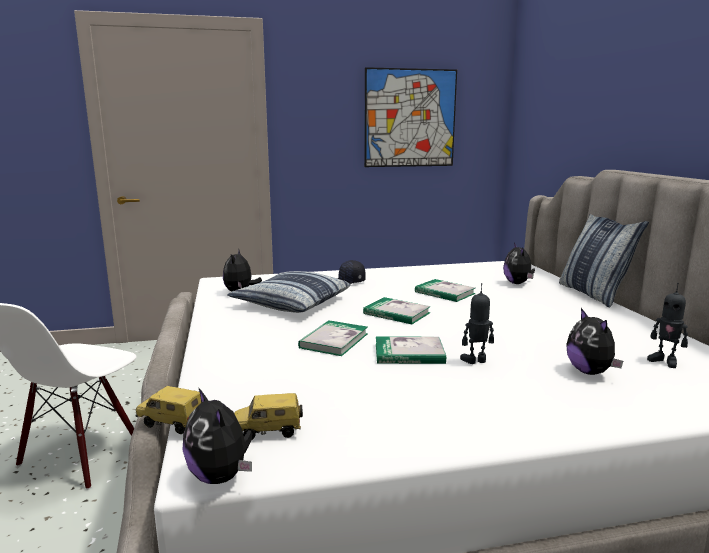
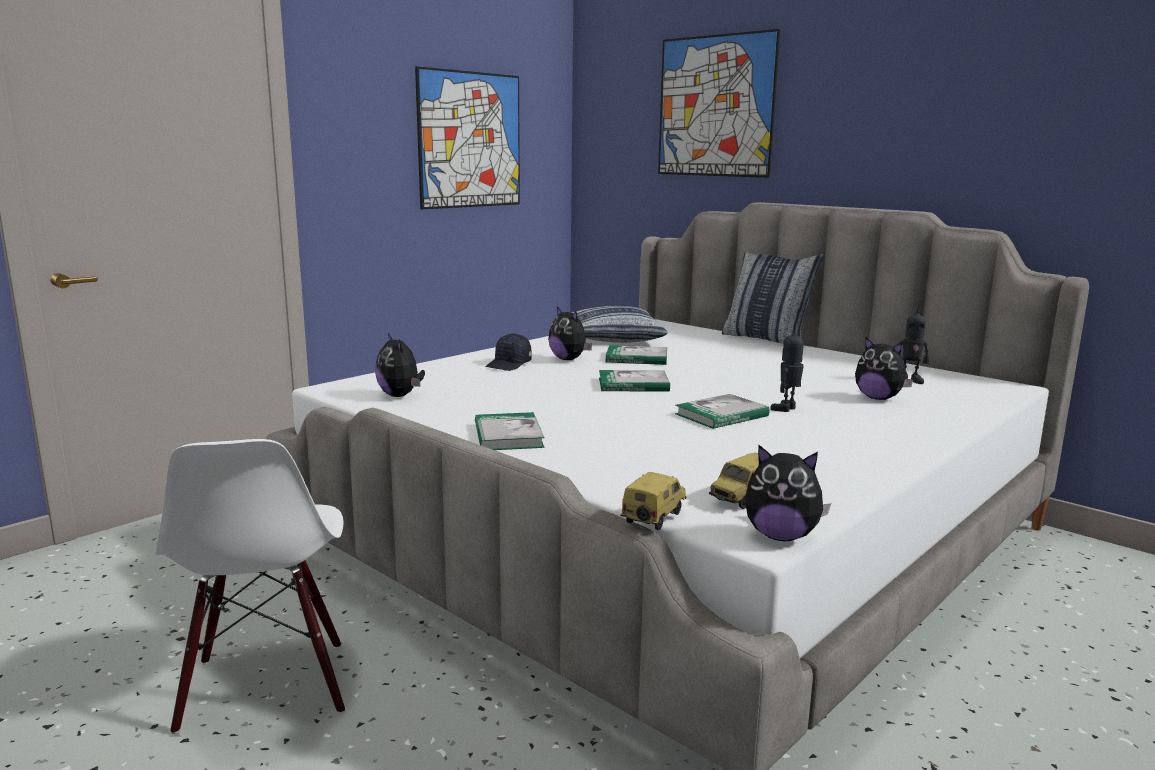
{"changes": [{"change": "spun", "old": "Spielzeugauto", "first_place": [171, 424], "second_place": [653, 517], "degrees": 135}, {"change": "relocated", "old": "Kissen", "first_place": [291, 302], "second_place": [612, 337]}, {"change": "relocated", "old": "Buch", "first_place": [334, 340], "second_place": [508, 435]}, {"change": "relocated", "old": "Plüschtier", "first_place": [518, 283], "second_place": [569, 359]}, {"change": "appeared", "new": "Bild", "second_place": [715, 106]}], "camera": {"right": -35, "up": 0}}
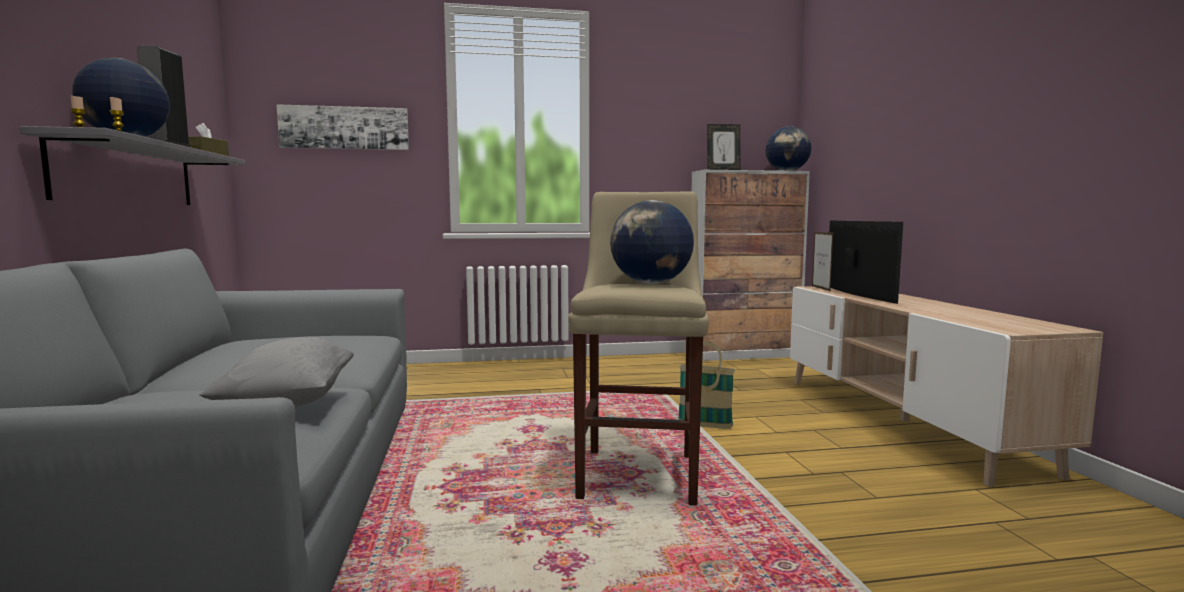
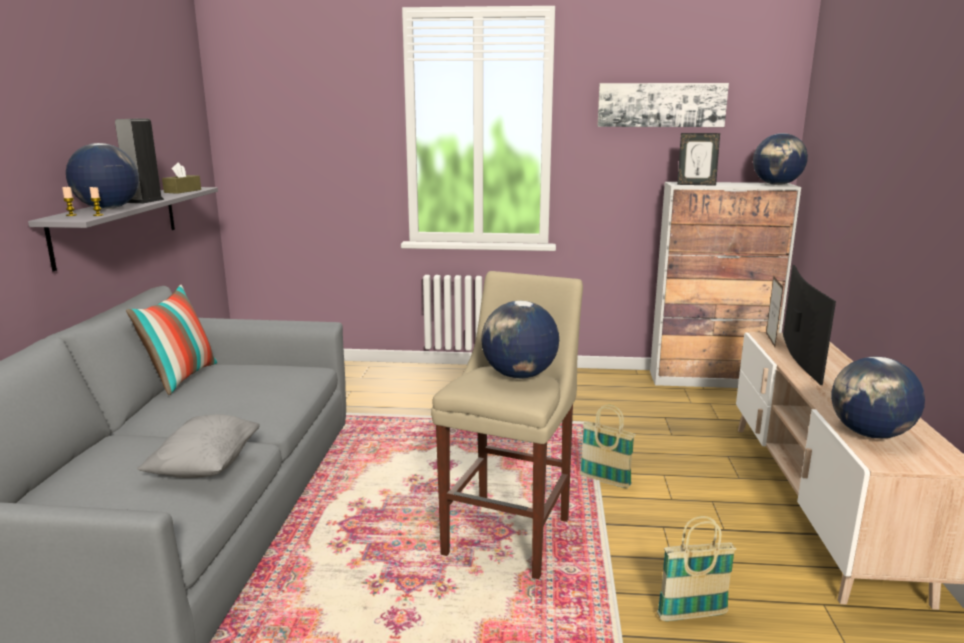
{"changes": [{"change": "relocated", "old": "Bild", "first_place": [345, 128], "second_place": [661, 105]}, {"change": "appeared", "new": "Kissen", "second_place": [181, 378]}, {"change": "appeared", "new": "Korb", "second_place": [692, 615]}, {"change": "appeared", "new": "Globus", "second_place": [869, 434]}], "camera": {"right": 15, "up": 10}}
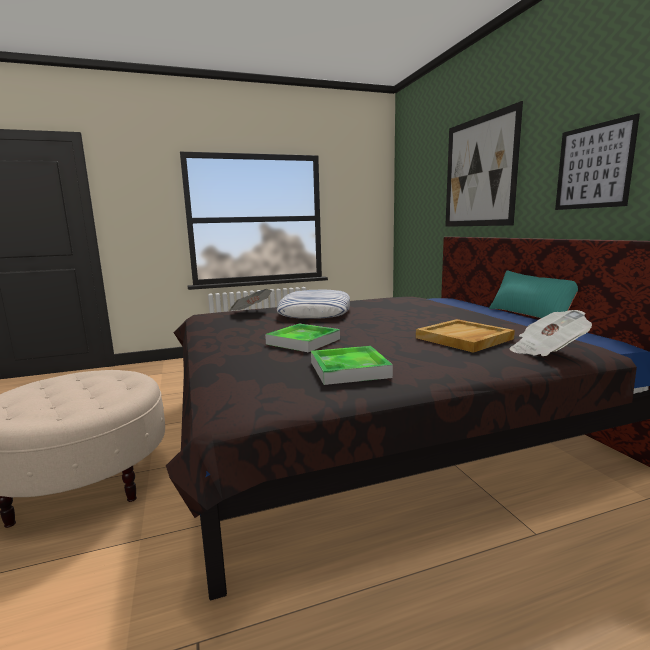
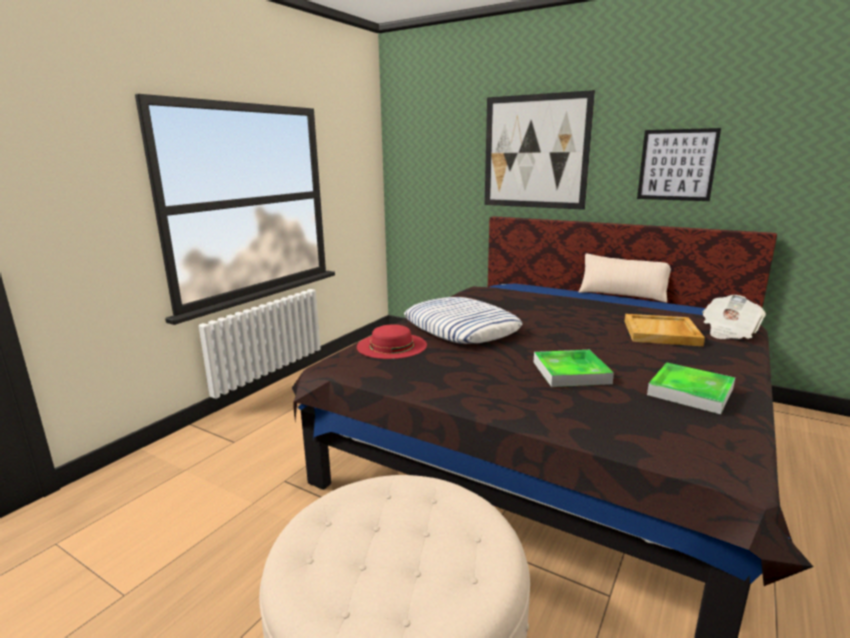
{"changes": [{"change": "exchanged", "old": "Zeitung", "new": "Hut/rot", "first_place": [251, 312], "second_place": [391, 345]}, {"change": "colour", "old": "Kissen/türkis", "new": "Kissen/beige", "first_place": [530, 315], "second_place": [622, 295]}], "camera": {"right": -40, "up": 5}}
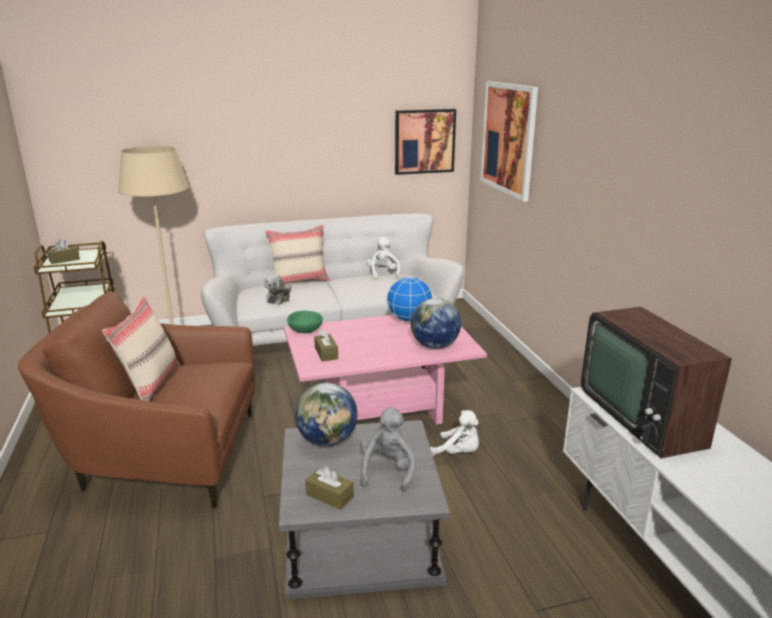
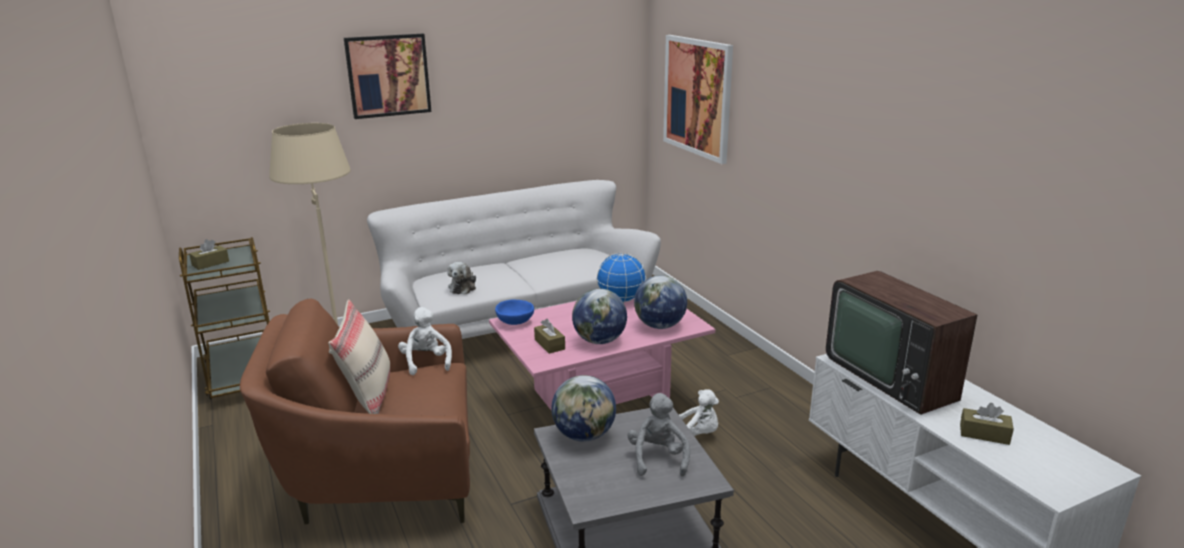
{"changes": [{"change": "missing", "old": "Kissen/beige", "first_place": [300, 281]}, {"change": "colour", "old": "Schüssel/grün", "new": "Schüssel/blau", "first_place": [305, 331], "second_place": [515, 322]}, {"change": "relocated", "old": "Taschentuchbox/braun", "first_place": [329, 496], "second_place": [984, 434]}, {"change": "relocated", "old": "Plüschtier/weiß", "first_place": [383, 274], "second_place": [426, 362]}, {"change": "relocated", "old": "Bild", "first_place": [424, 141], "second_place": [388, 75]}, {"change": "appeared", "new": "Globus", "second_place": [599, 341]}], "camera": {"right": -10, "up": 0}}
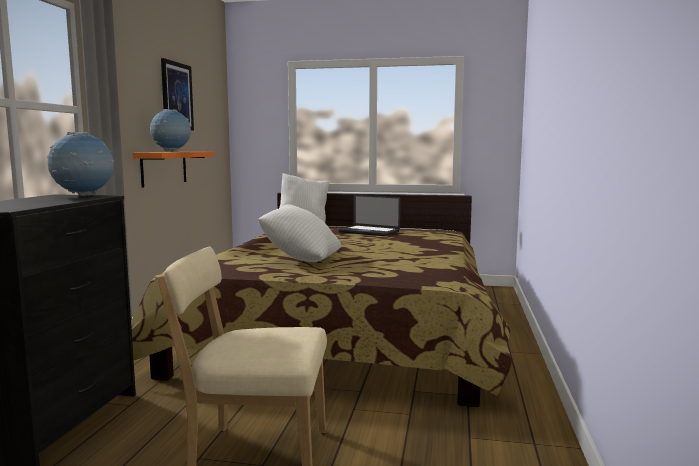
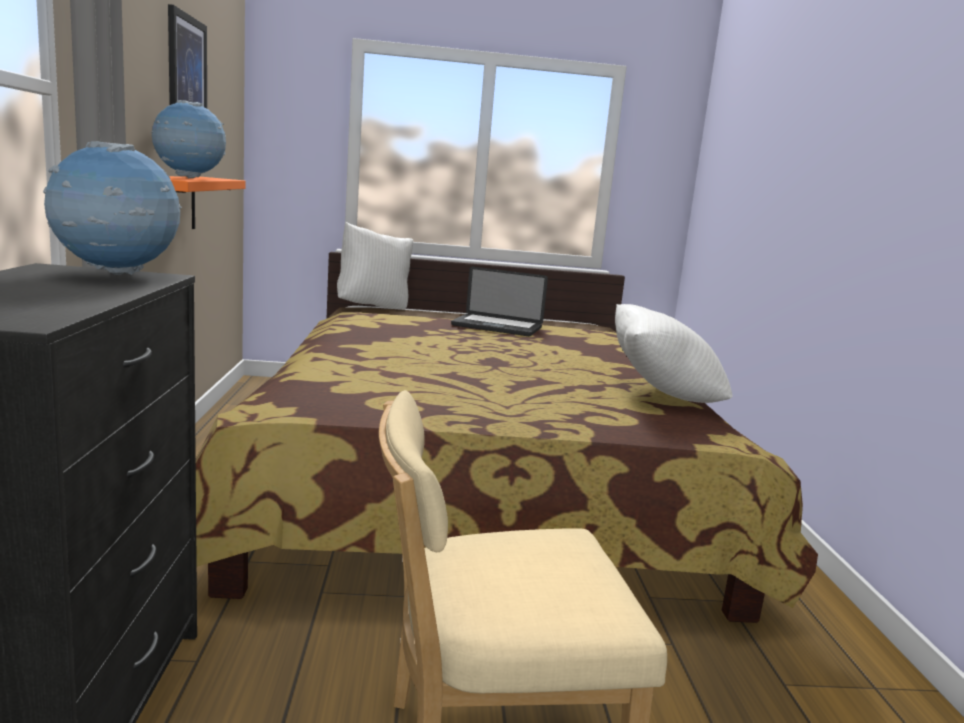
{"changes": [{"change": "relocated", "old": "Kissen/weiß", "first_place": [300, 259], "second_place": [662, 395]}], "camera": {"right": -15, "up": 5}}
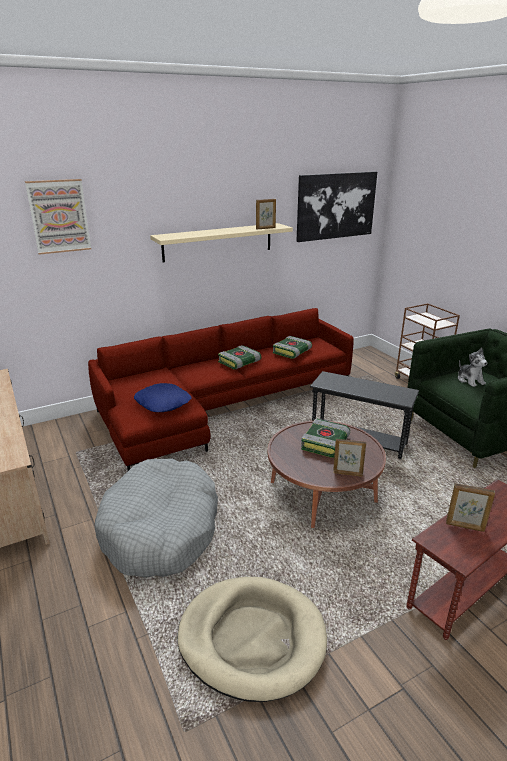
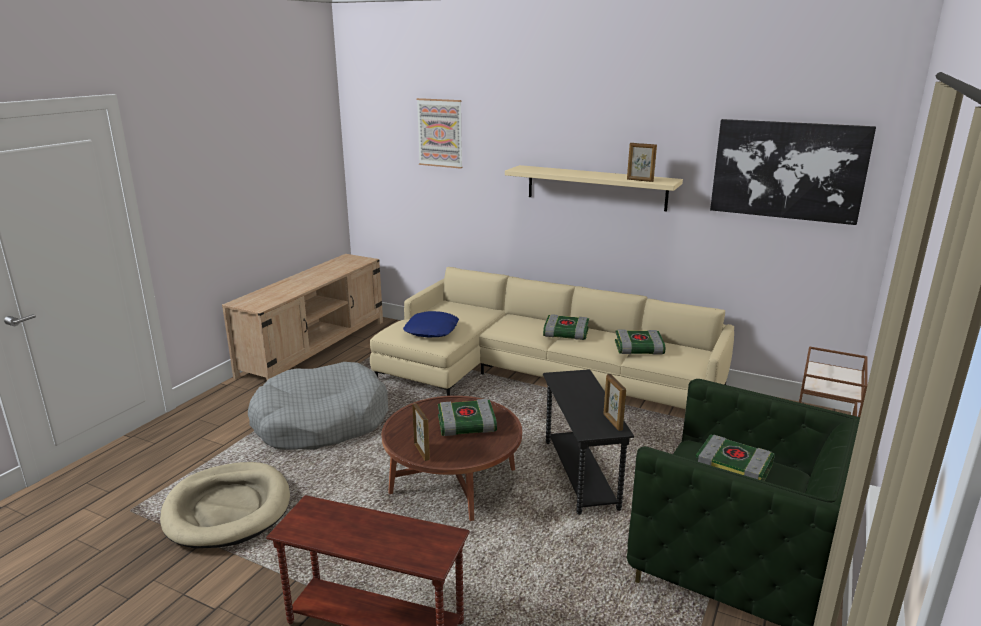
{"changes": [{"change": "colour", "old": "Sofa/rot", "new": "Sofa/beige", "first_place": [220, 404], "second_place": [538, 375]}, {"change": "relocated", "old": "Bilderrahmen", "first_place": [465, 527], "second_place": [612, 422]}, {"change": "exchanged", "old": "Plüschtier", "new": "Buch", "first_place": [470, 380], "second_place": [734, 468]}], "camera": {"right": 55, "up": -5}}
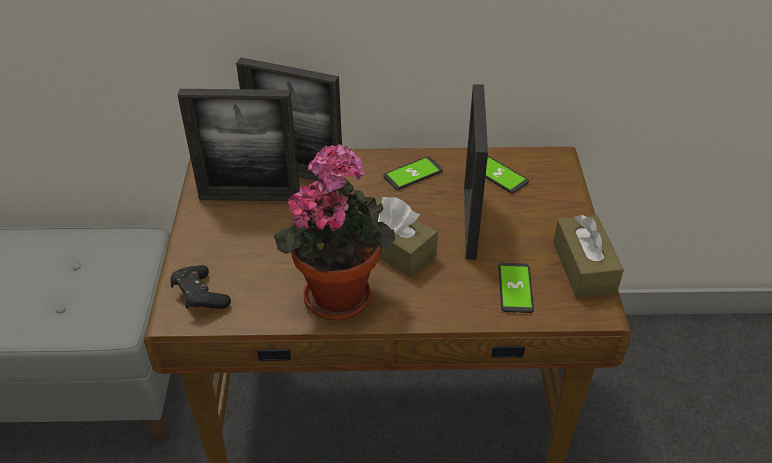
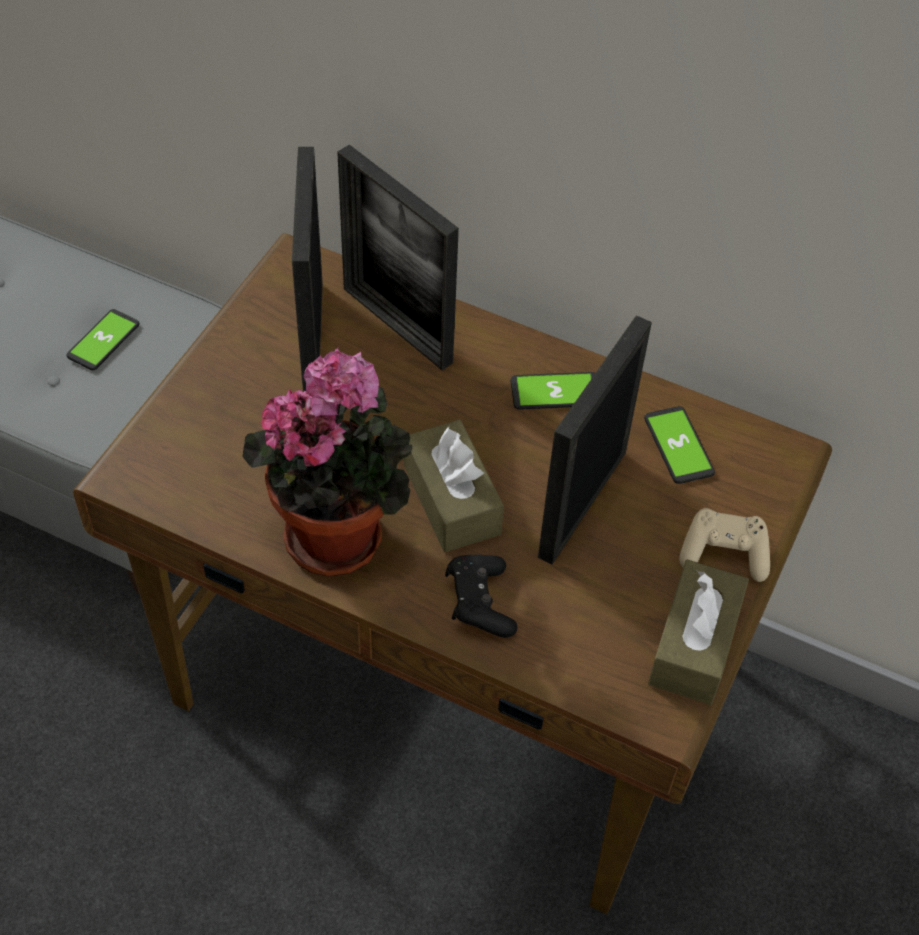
{"changes": [{"change": "relocated", "old": "Gamepad/schwarz", "first_place": [200, 297], "second_place": [479, 603]}, {"change": "spun", "old": "Bilderrahmen", "first_place": [249, 197], "second_place": [313, 338], "degrees": 60}, {"change": "relocated", "old": "Handy", "first_place": [515, 288], "second_place": [103, 341]}, {"change": "appeared", "new": "Gamepad/beige", "second_place": [724, 553]}], "camera": {"right": 25, "up": 10}}
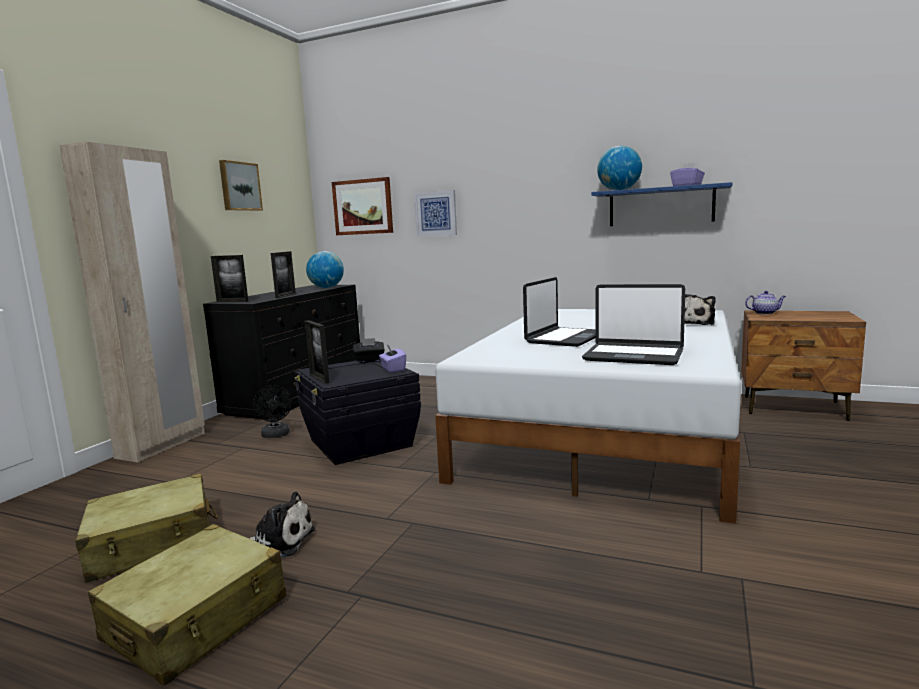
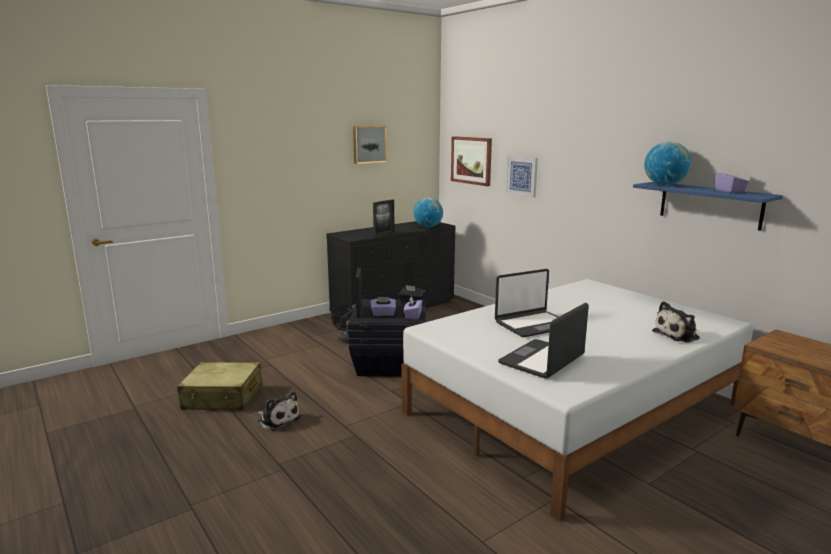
{"changes": [{"change": "missing", "old": "Kleiderschrank/beige", "first_place": [162, 445]}, {"change": "missing", "old": "Koffer/beige", "first_place": [197, 619]}, {"change": "missing", "old": "Bilderrahmen", "first_place": [232, 301]}, {"change": "spun", "old": "Laptop", "first_place": [633, 356], "second_place": [542, 360], "degrees": 75}, {"change": "missing", "old": "Teekanne", "first_place": [765, 313]}, {"change": "appeared", "new": "Taschentuchbox/lila", "second_place": [383, 314]}], "camera": {"right": 30, "up": 5}}
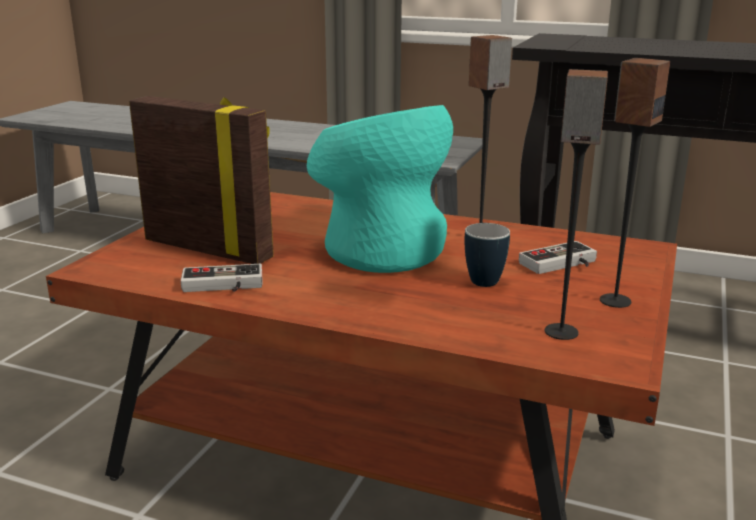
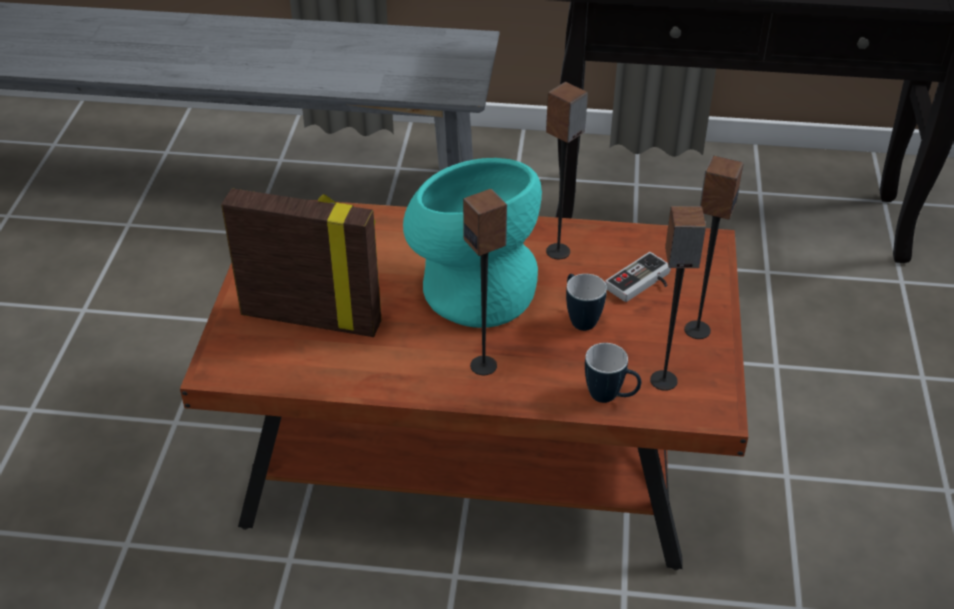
{"changes": [{"change": "missing", "old": "Gamepad", "first_place": [222, 286]}, {"change": "appeared", "new": "Lautsprecher", "second_place": [484, 365]}, {"change": "appeared", "new": "Henkelbecher", "second_place": [610, 397]}], "camera": {"right": -15, "up": 20}}
